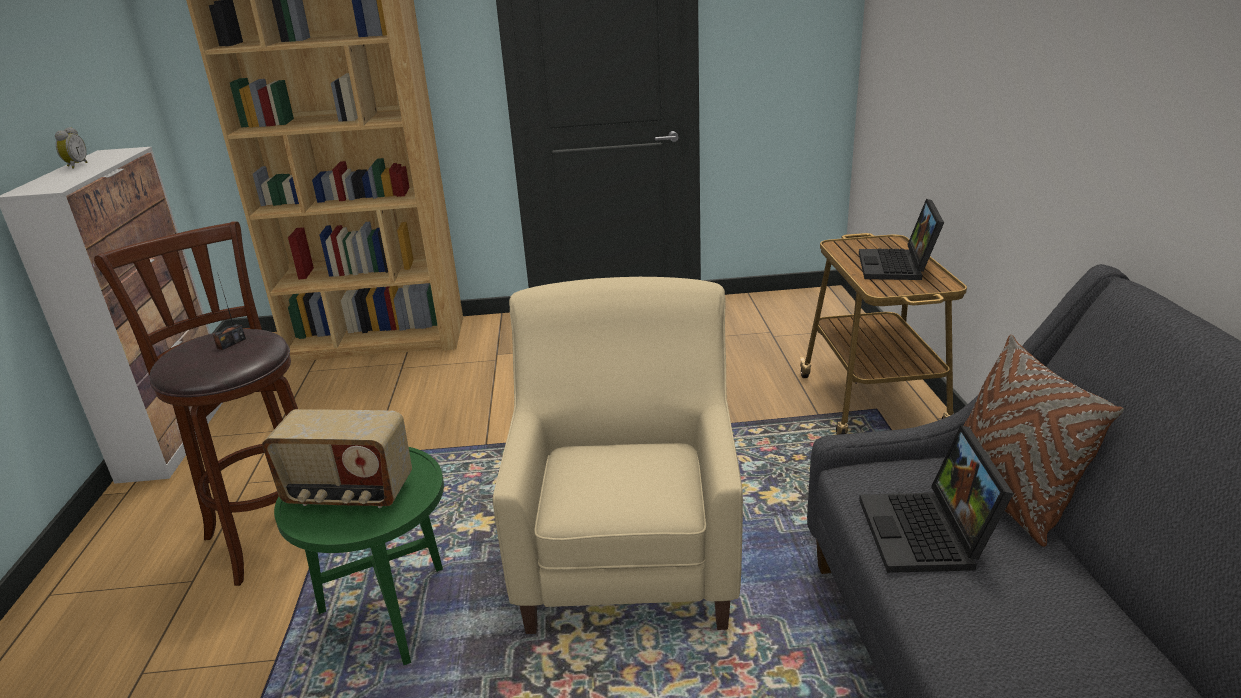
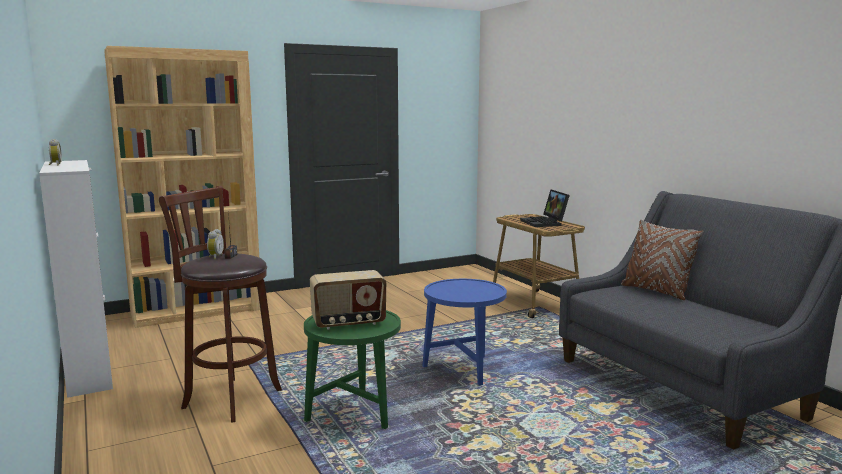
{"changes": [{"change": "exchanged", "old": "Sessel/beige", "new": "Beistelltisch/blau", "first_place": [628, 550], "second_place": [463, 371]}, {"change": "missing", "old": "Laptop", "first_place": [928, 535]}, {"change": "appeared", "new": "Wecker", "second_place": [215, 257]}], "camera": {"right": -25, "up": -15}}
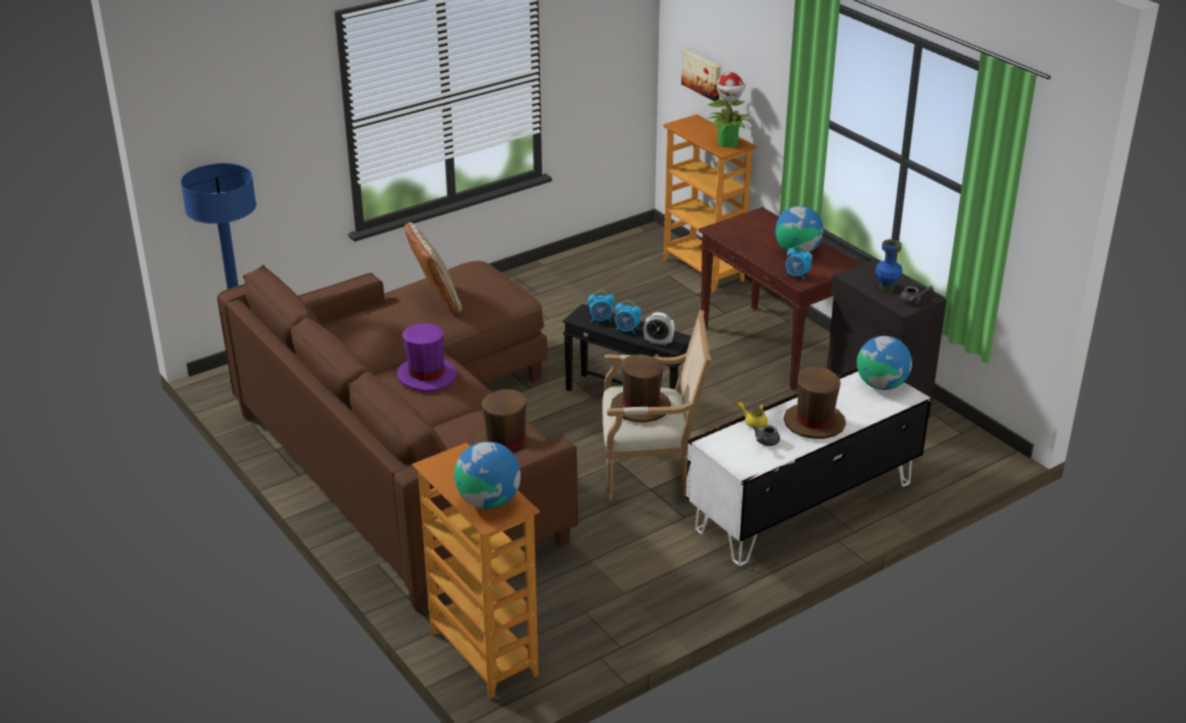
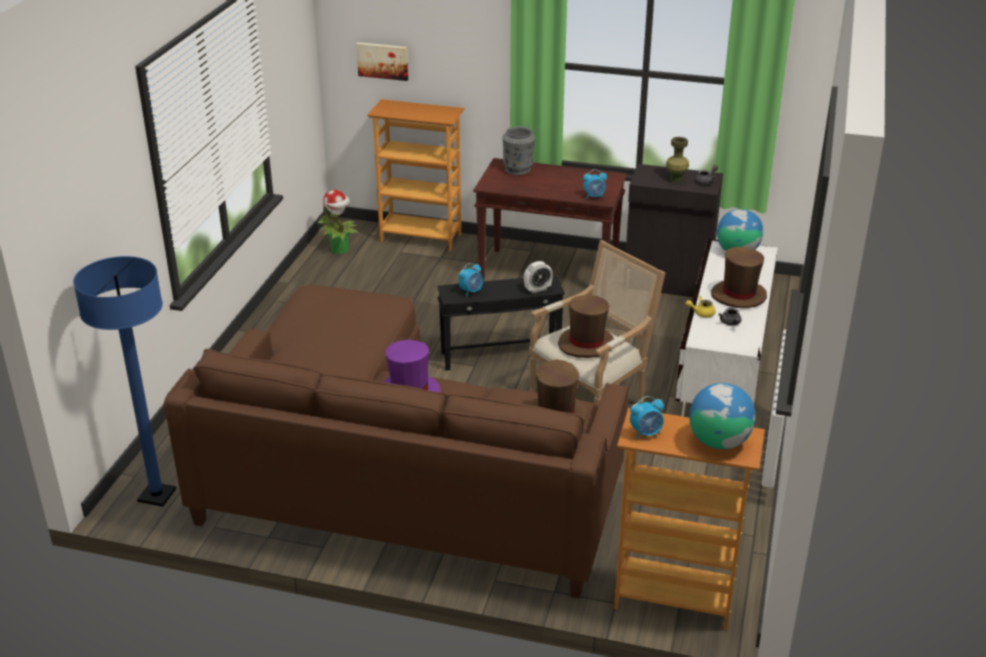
{"changes": [{"change": "missing", "old": "Kissen/beige", "first_place": [435, 300]}, {"change": "relocated", "old": "Wecker", "first_place": [627, 330], "second_place": [646, 433]}, {"change": "relocated", "old": "Topfpflanze", "first_place": [728, 143], "second_place": [340, 249]}, {"change": "missing", "old": "Globus", "first_place": [797, 251]}, {"change": "colour", "old": "Vase/blau", "new": "Vase/grün", "first_place": [886, 287], "second_place": [676, 179]}, {"change": "appeared", "new": "Vase/grau", "second_place": [518, 169]}], "camera": {"right": -40, "up": 0}}
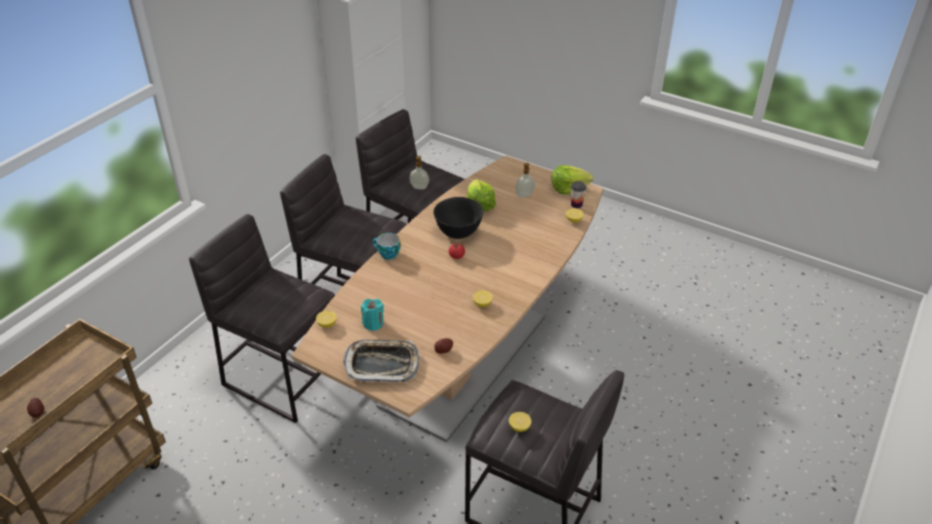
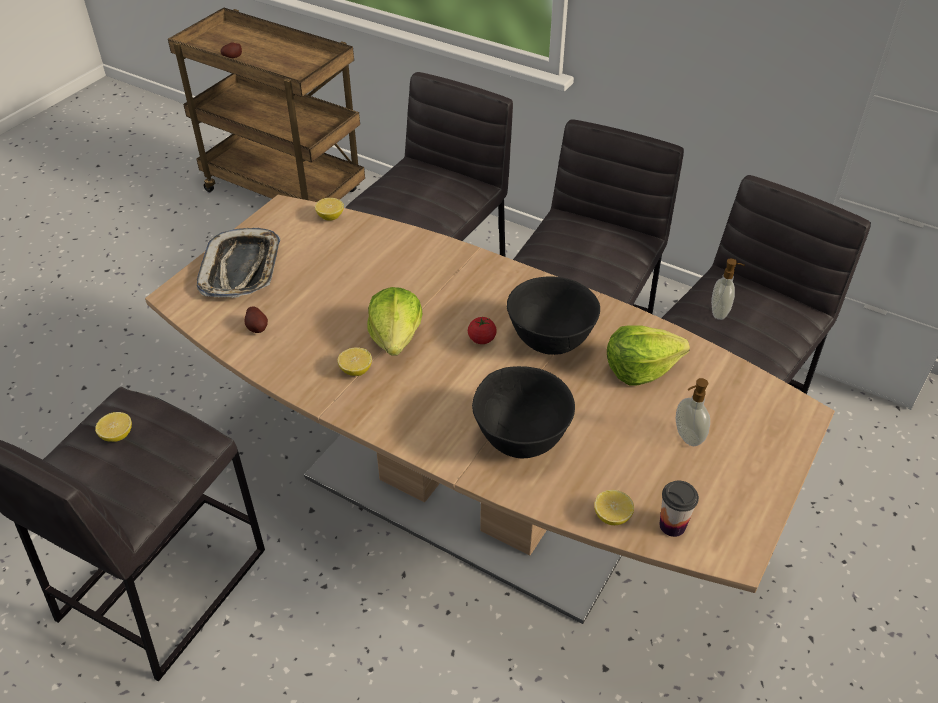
{"changes": [{"change": "missing", "old": "Kerze/türkis", "first_place": [373, 323]}, {"change": "missing", "old": "Tasse", "first_place": [387, 254]}, {"change": "relocated", "old": "Salatkopf", "first_place": [568, 188], "second_place": [396, 337]}, {"change": "appeared", "new": "Schüssel/schwarz", "second_place": [520, 437]}], "camera": {"right": 90, "up": 5}}
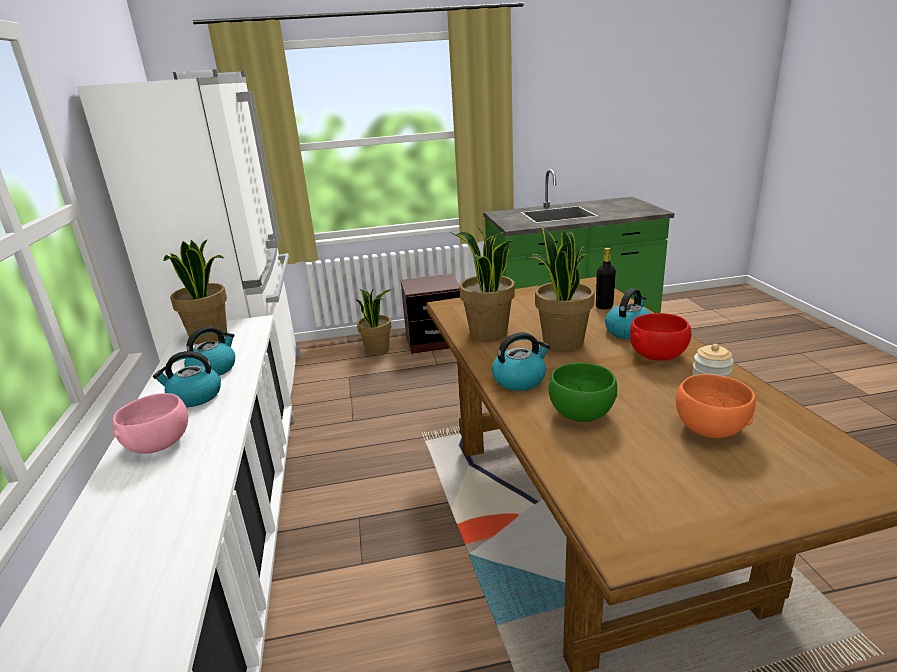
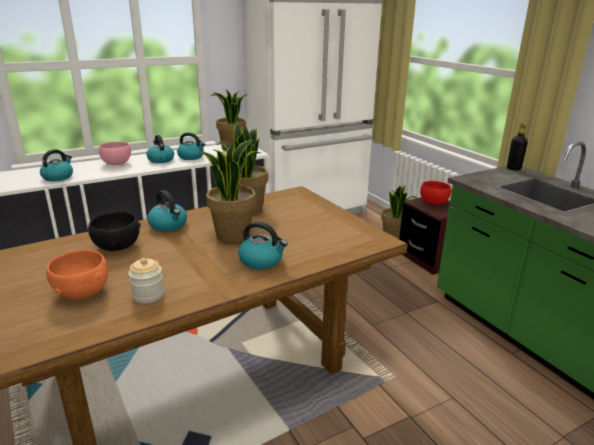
{"changes": [{"change": "colour", "old": "Schüssel/grün", "new": "Schüssel/schwarz", "first_place": [580, 413], "second_place": [117, 246]}, {"change": "relocated", "old": "Flasche/schwarz", "first_place": [604, 306], "second_place": [513, 168]}, {"change": "relocated", "old": "Schüssel/rot", "first_place": [658, 355], "second_place": [433, 203]}, {"change": "appeared", "new": "Wasserkessel", "second_place": [58, 177]}], "camera": {"right": 70, "up": 0}}
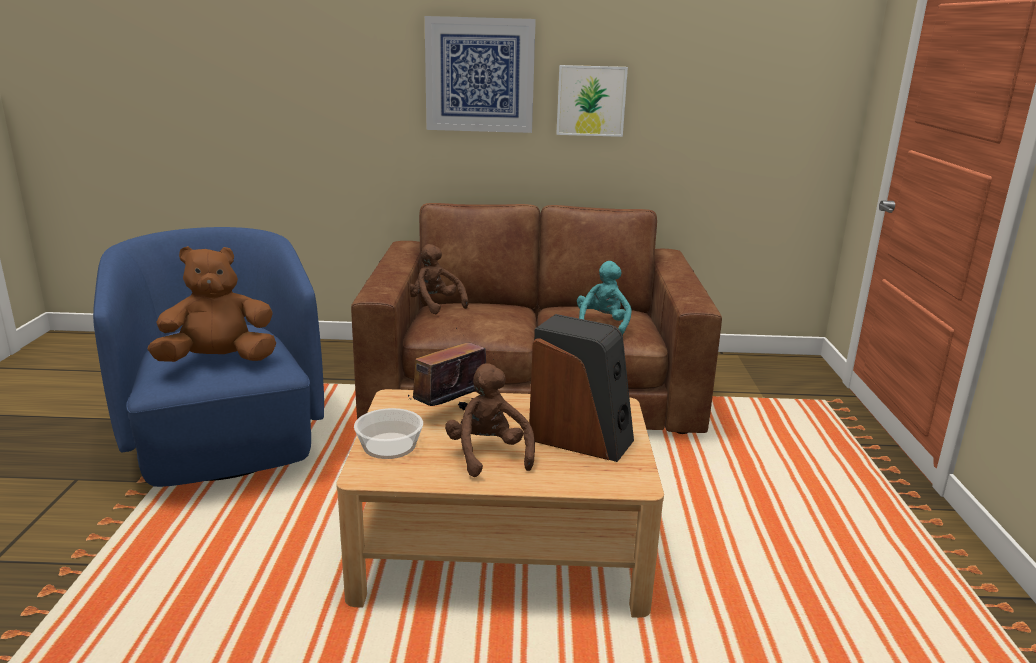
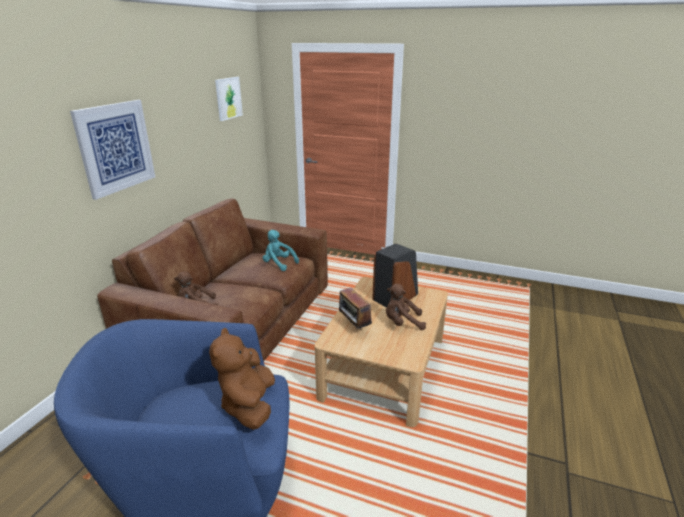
{"changes": [{"change": "missing", "old": "Schüssel", "first_place": [389, 446]}, {"change": "relocated", "old": "Bild", "first_place": [591, 101], "second_place": [228, 98]}], "camera": {"right": -70, "up": 5}}
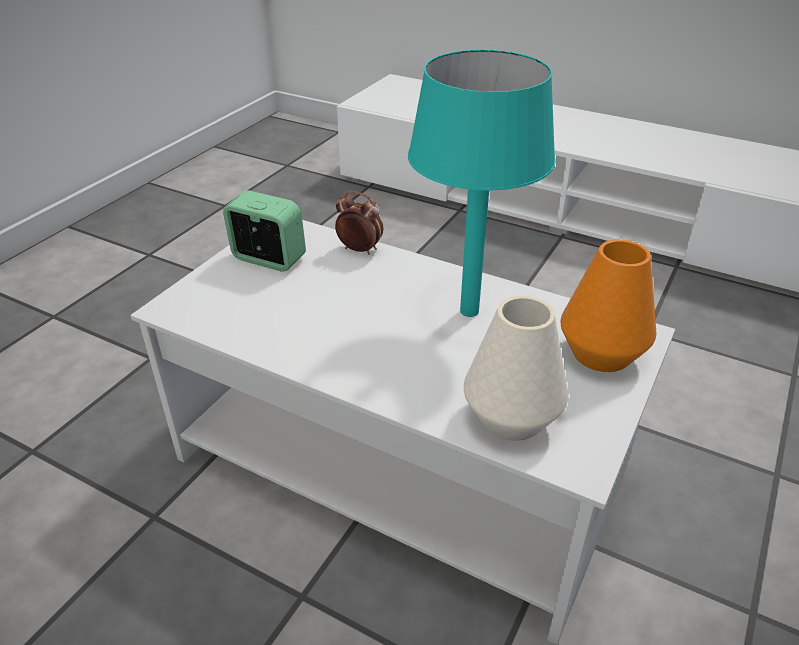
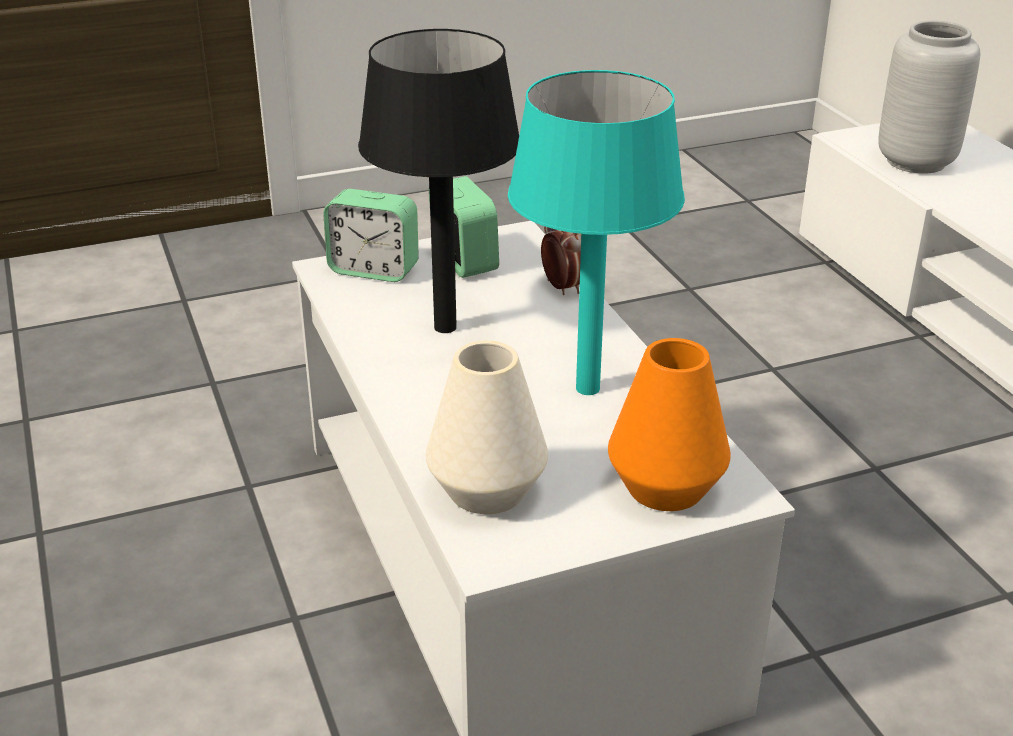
{"changes": [{"change": "appeared", "new": "Wecker", "second_place": [374, 270]}, {"change": "appeared", "new": "Tischlampe/schwarz", "second_place": [444, 327]}, {"change": "appeared", "new": "Vase/grau", "second_place": [915, 161]}], "camera": {"right": 40, "up": -5}}
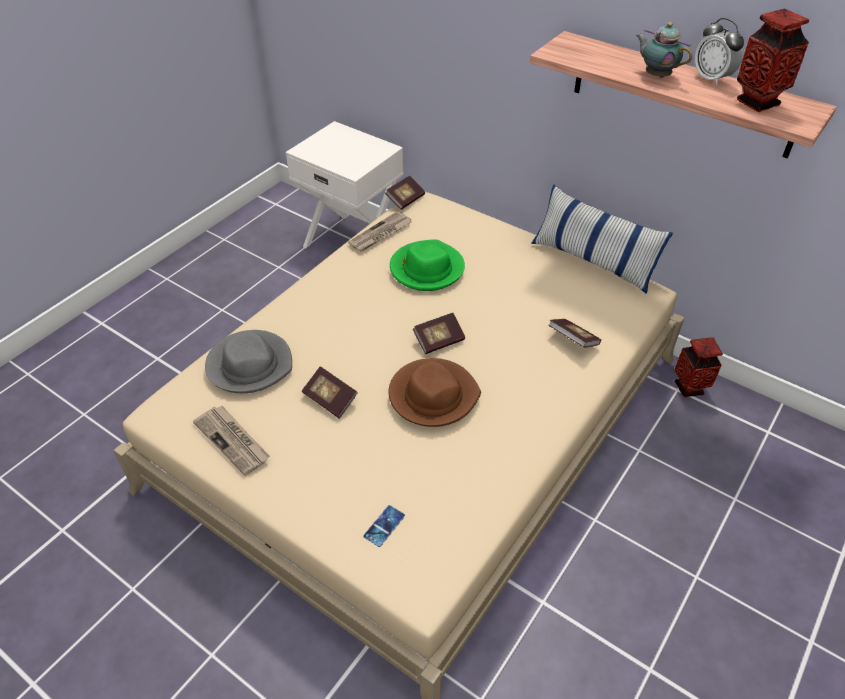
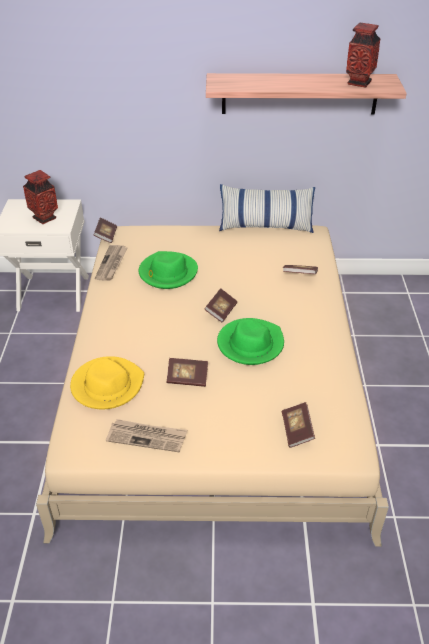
{"changes": [{"change": "colour", "old": "Hut/grau", "new": "Hut/gelb", "first_place": [250, 364], "second_place": [107, 385]}, {"change": "exchanged", "old": "Handy", "new": "Buch", "first_place": [384, 526], "second_place": [297, 431]}, {"change": "colour", "old": "Hut/braun", "new": "Hut/grün", "first_place": [433, 395], "second_place": [250, 344]}, {"change": "missing", "old": "Teekanne", "first_place": [656, 75]}, {"change": "relocated", "old": "Vase", "first_place": [689, 388], "second_place": [44, 218]}, {"change": "missing", "old": "Wecker", "first_place": [712, 79]}], "camera": {"right": -35, "up": -5}}
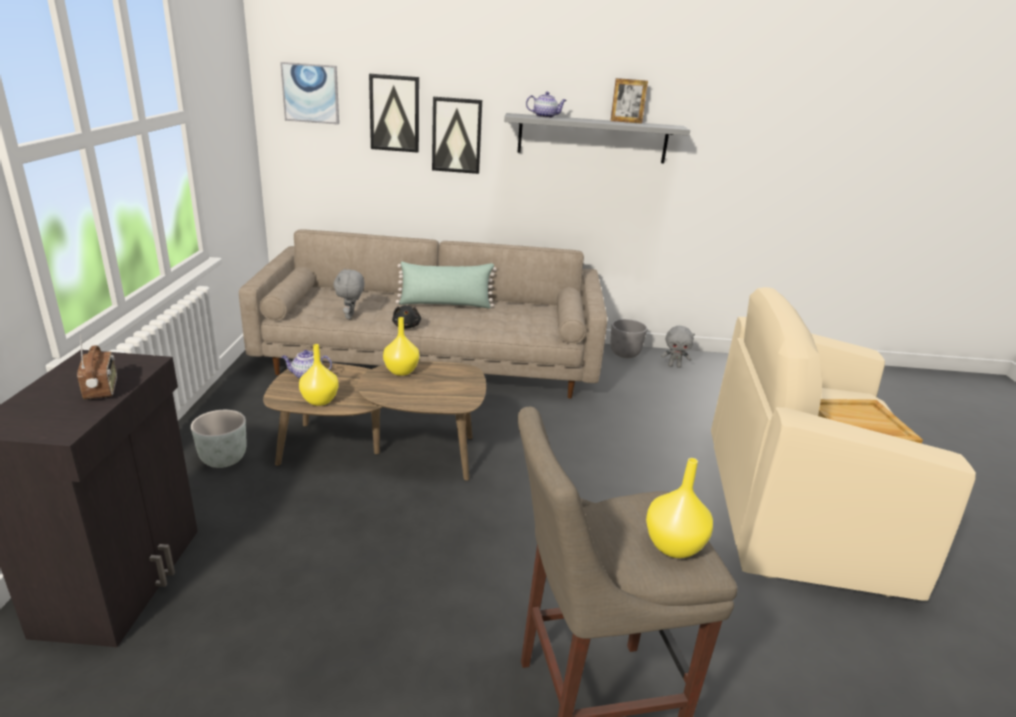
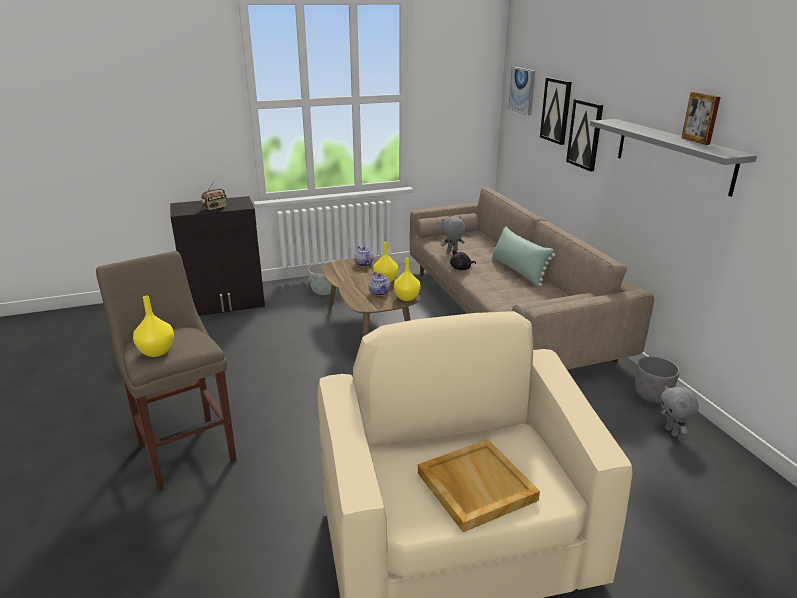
{"changes": [{"change": "relocated", "old": "Vase/gelb", "first_place": [320, 401], "second_place": [406, 298]}, {"change": "relocated", "old": "Teekanne", "first_place": [545, 117], "second_place": [380, 293]}], "camera": {"right": 70, "up": 0}}
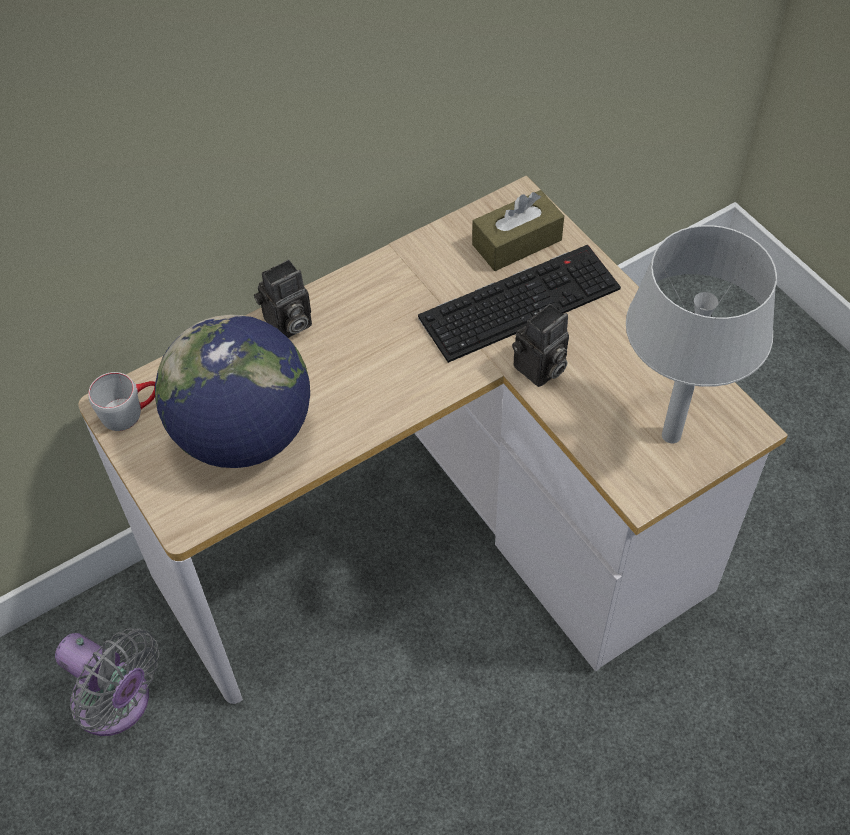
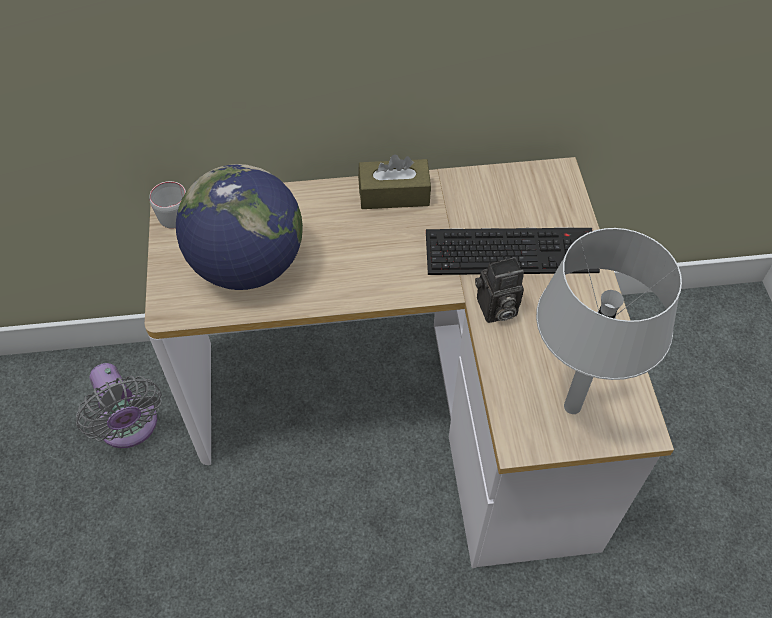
{"changes": [{"change": "missing", "old": "Kamera", "first_place": [287, 325]}, {"change": "relocated", "old": "Taschentuchbox/braun", "first_place": [517, 242], "second_place": [394, 194]}], "camera": {"right": 25, "up": 0}}
